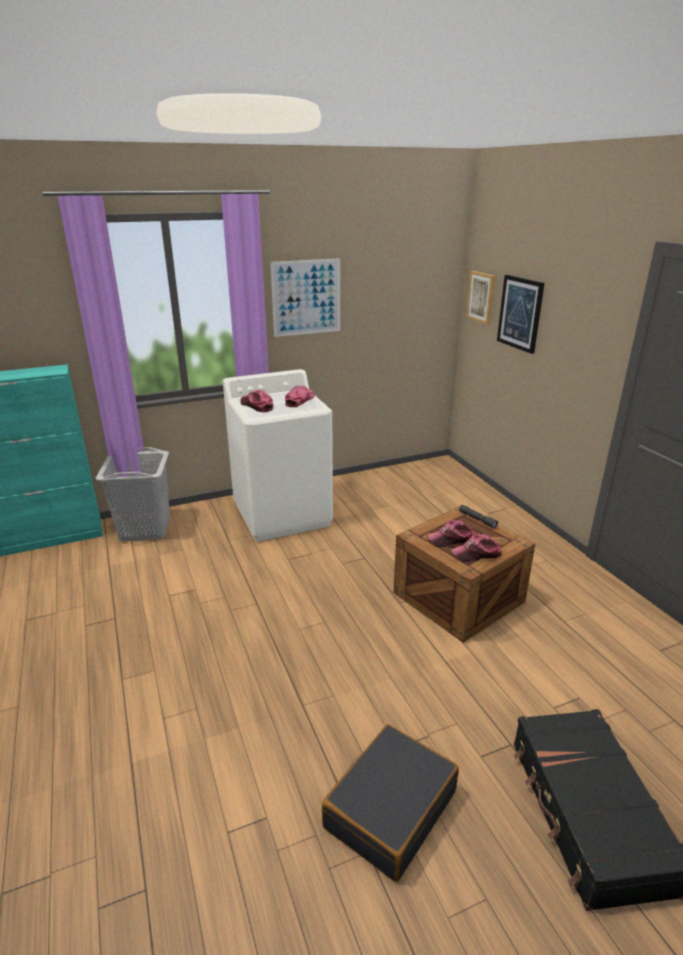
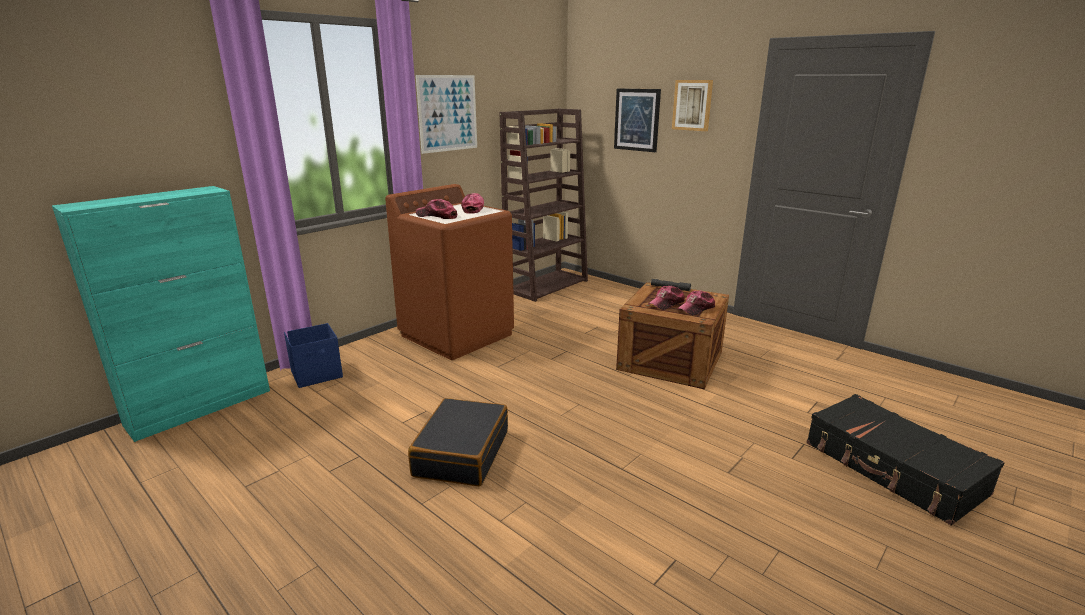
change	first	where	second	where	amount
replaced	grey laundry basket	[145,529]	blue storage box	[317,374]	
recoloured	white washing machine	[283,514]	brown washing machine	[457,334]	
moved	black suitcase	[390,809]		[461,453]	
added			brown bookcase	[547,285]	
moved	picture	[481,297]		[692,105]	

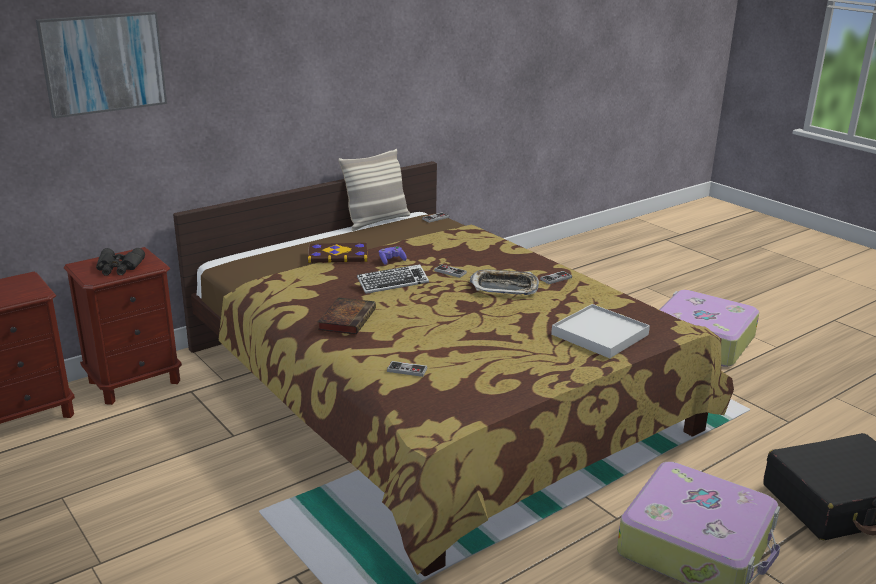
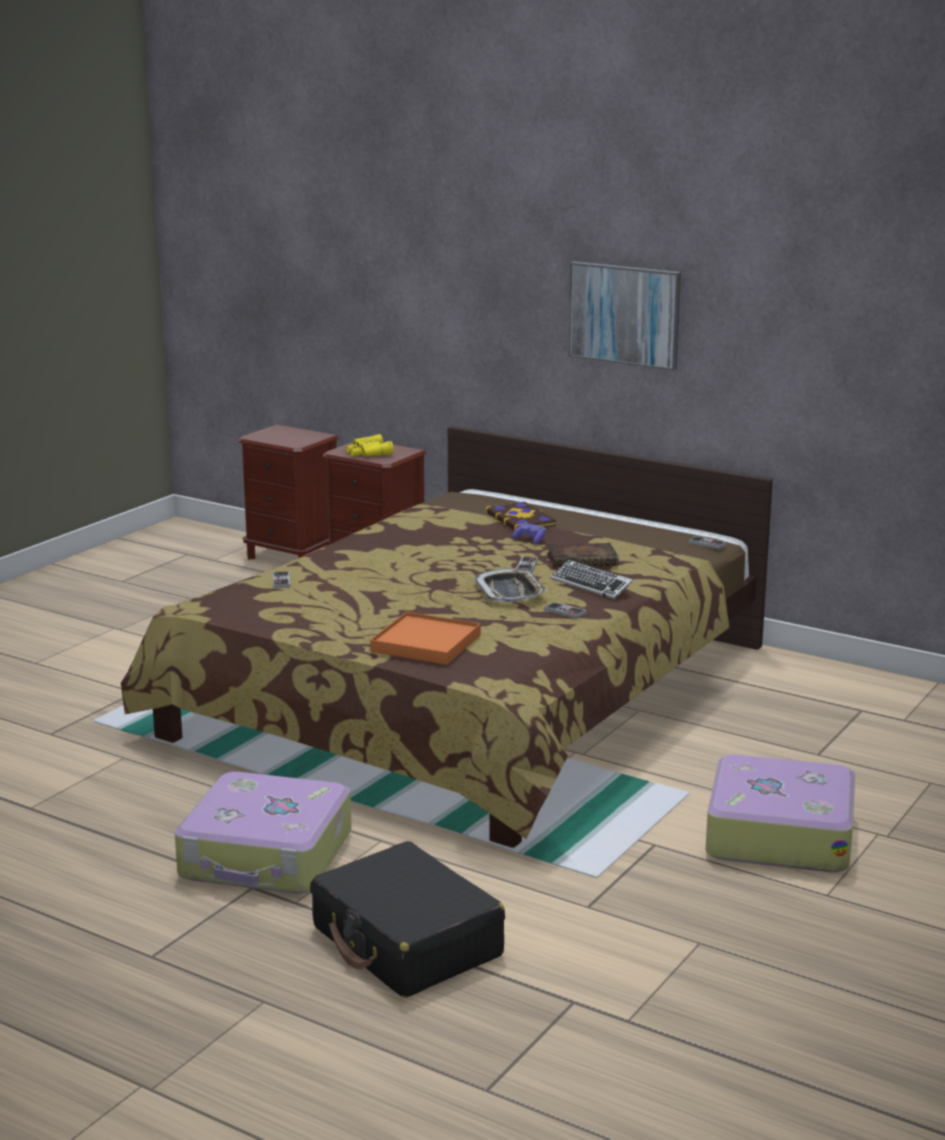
change	first	where	second	where	amount
recoloured	black binoculars	[119,268]	yellow binoculars	[368,453]	
recoloured	white tray	[600,335]	orange tray	[425,643]	
moved	book	[347,319]		[583,560]	
moved	keyboard	[393,283]		[591,585]	
moved	picture	[103,63]		[625,314]	
removed	pillow	[376,221]			

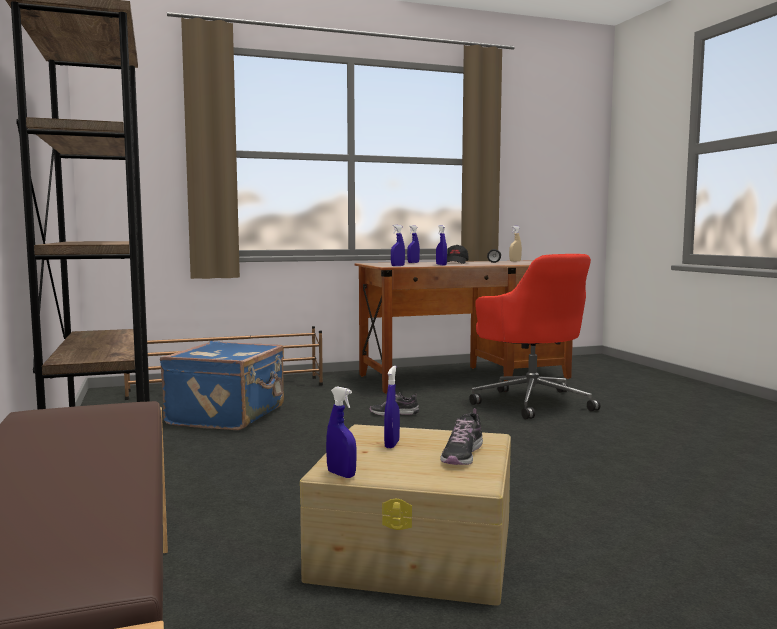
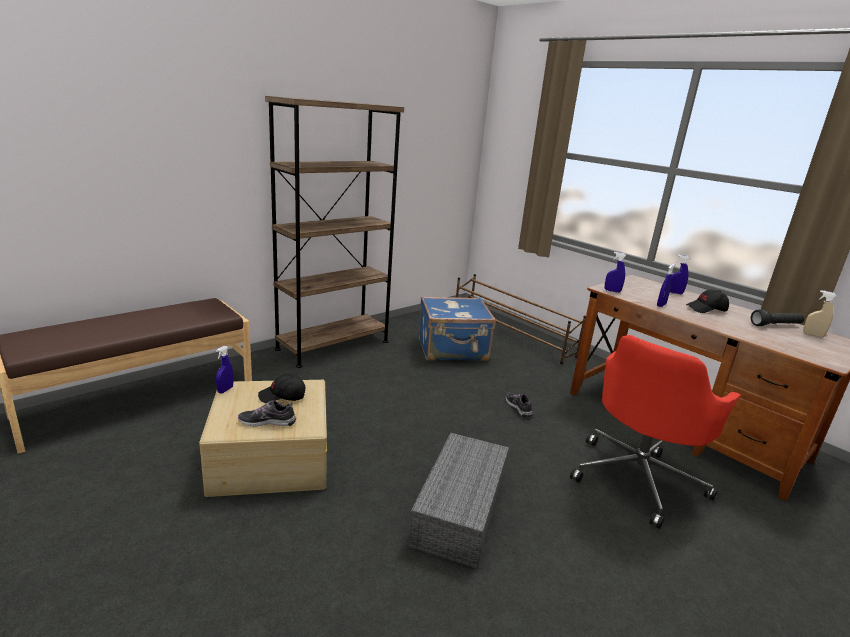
change	first	where	second	where	amount
replaced	blue spray bottle	[392,444]	black cap	[282,396]	
added			grey storage box	[461,512]	

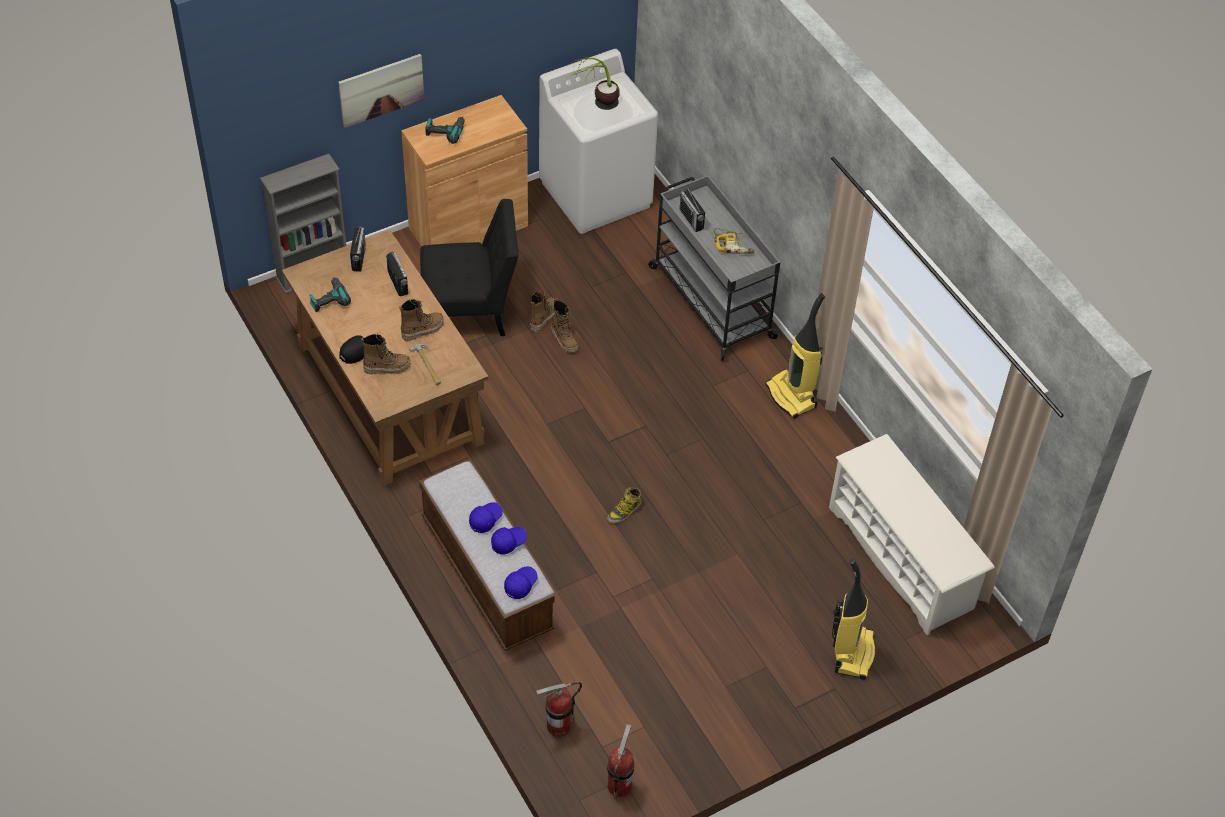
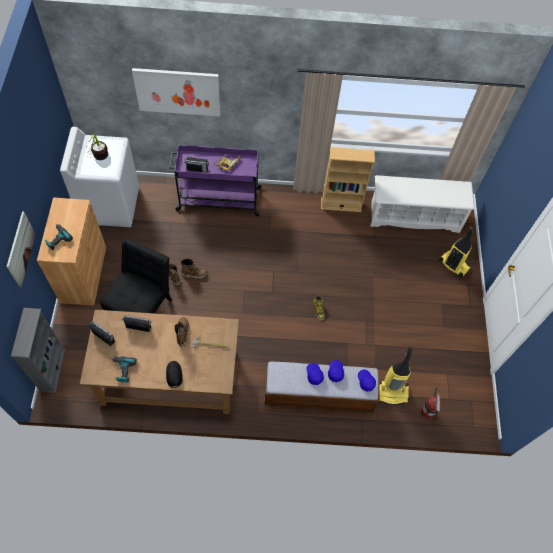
change	first	where	second	where	amount
added			picture	[177,91]	
recoloured	grey cart	[710,301]	purple cart	[217,199]	
added			beige bookcase	[341,205]	
moved	vacuum cleaner	[792,396]		[391,392]	
removed	boot	[387,367]			
removed	fire extinguisher	[619,785]			

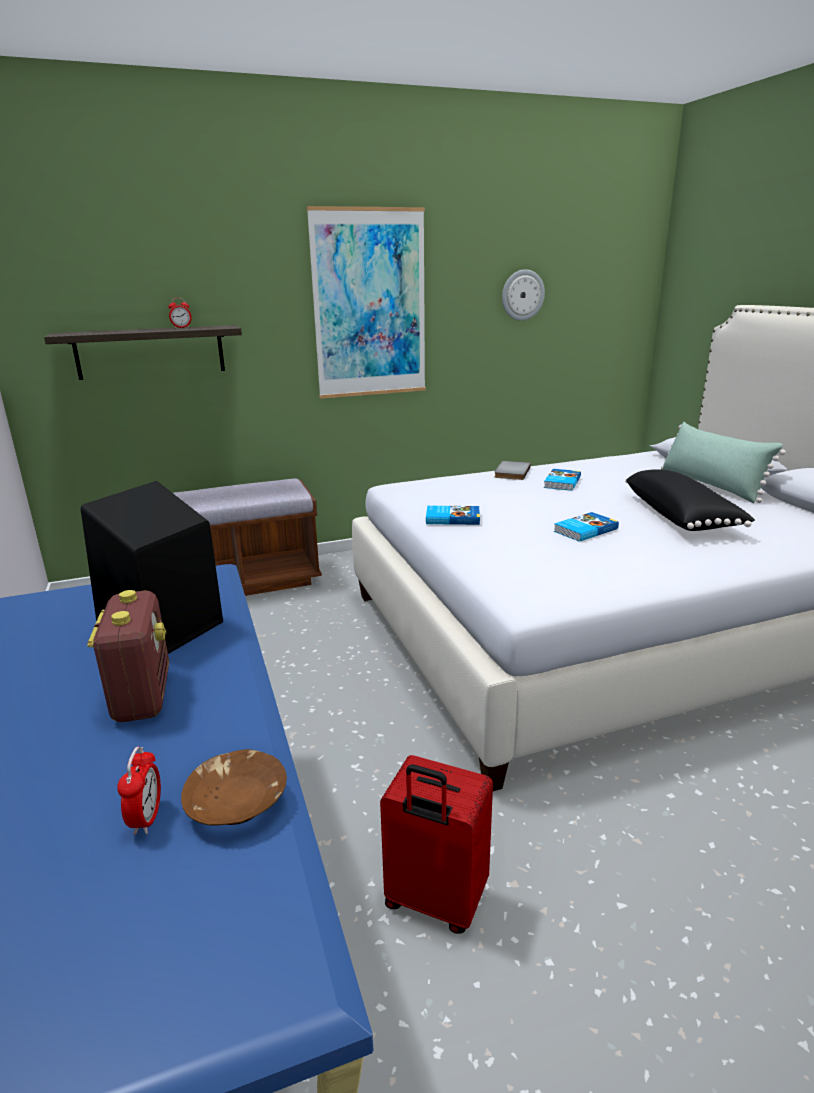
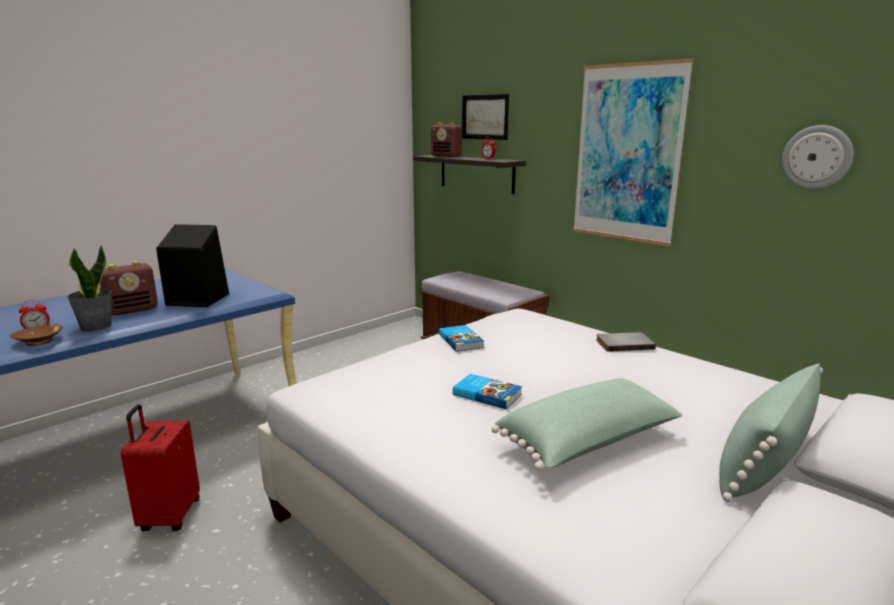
change	first	where	second	where	amount
added			potted plant	[95,326]	
added			radio	[446,156]	
added			picture	[485,117]	
recoloured	black pillow	[681,517]	green pillow	[589,443]	
removed	book	[561,482]			

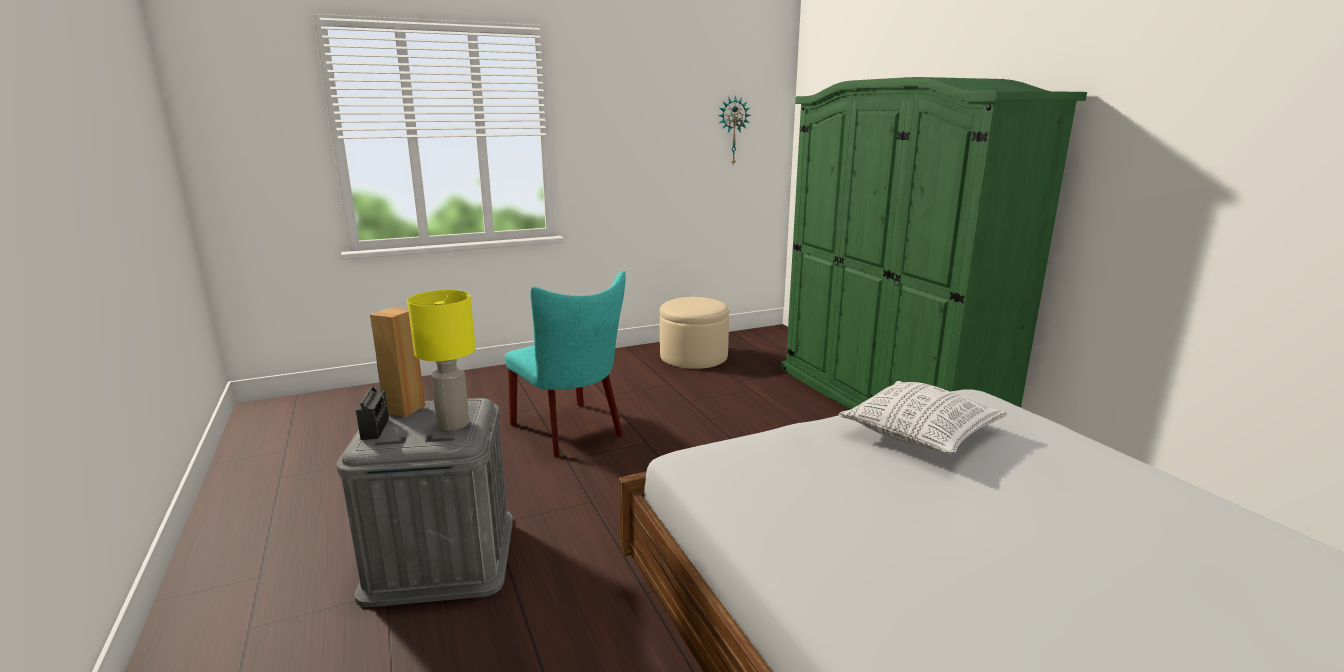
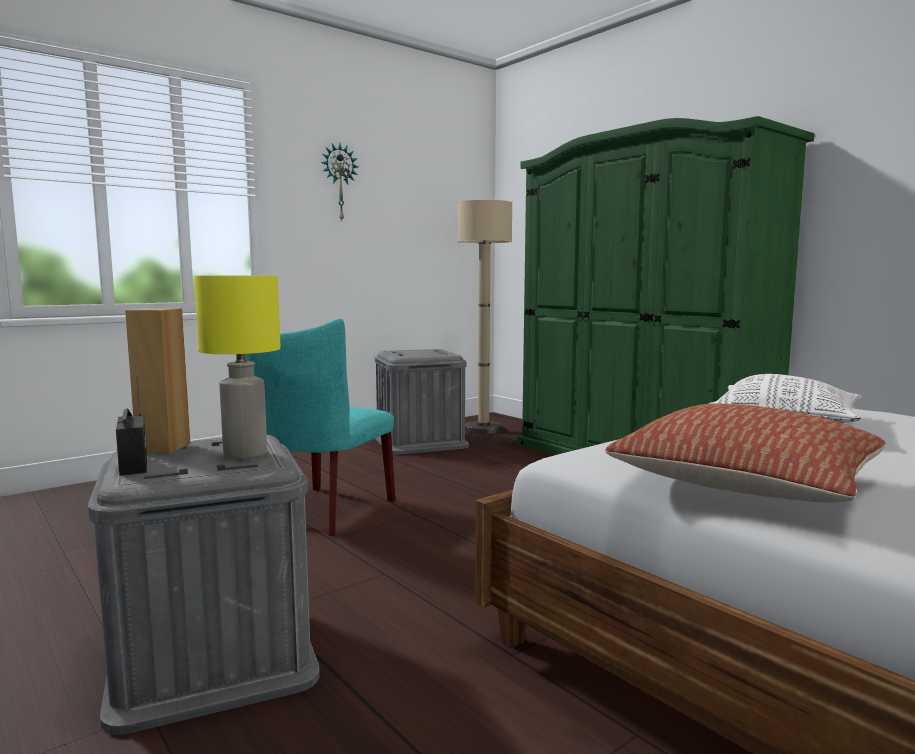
change	first	where	second	where	amount
turned	turquoise chair	[571,432]		[320,513]	75 degrees clockwise
moved	wall clock	[732,131]		[339,182]	
replaced	beige ottoman	[693,356]	grey storage box	[420,441]	
added			beige floor lamp	[483,429]	
added			pillow	[746,484]	

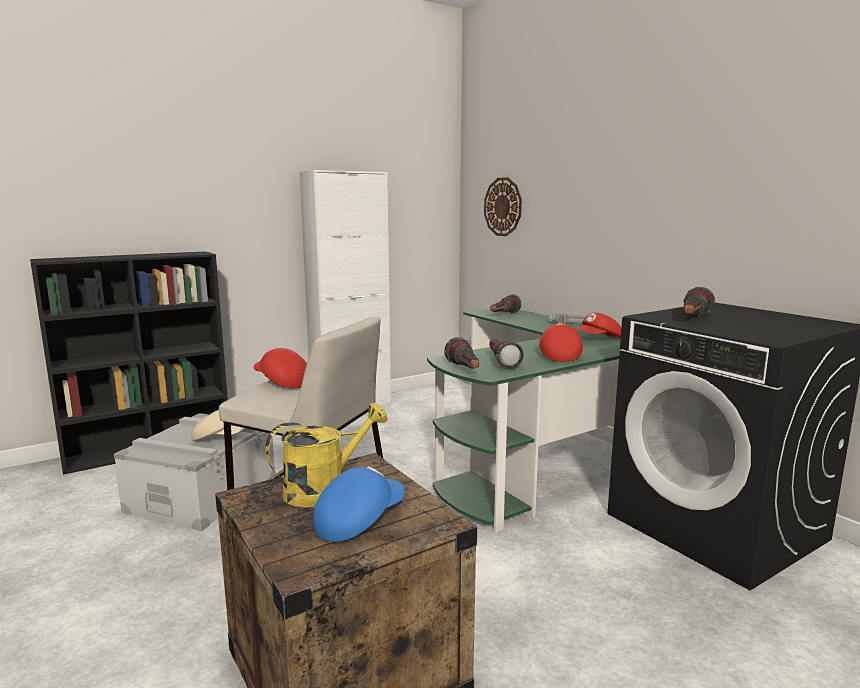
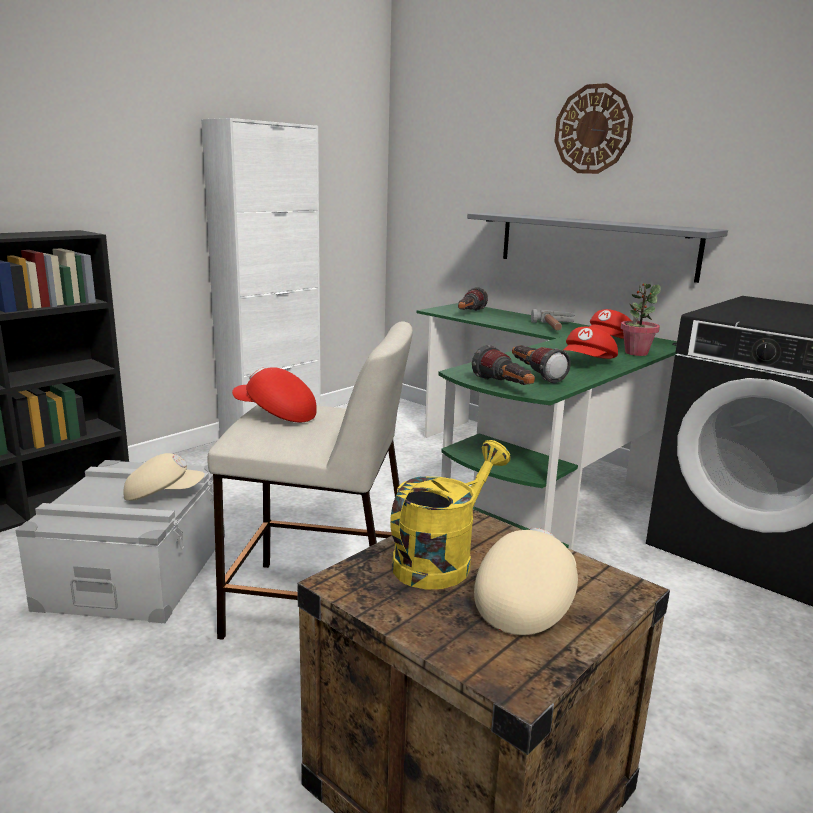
change	first	where	second	where	amount
added			grey shelf	[594,245]	
recoloured	blue cap	[358,521]	beige cap	[525,600]	
moved	wall clock	[503,207]		[593,129]	
turned	red cap	[559,355]		[588,362]	135 degrees counterclockwise
added			potted plant	[636,353]	
removed	flashlight	[692,320]			

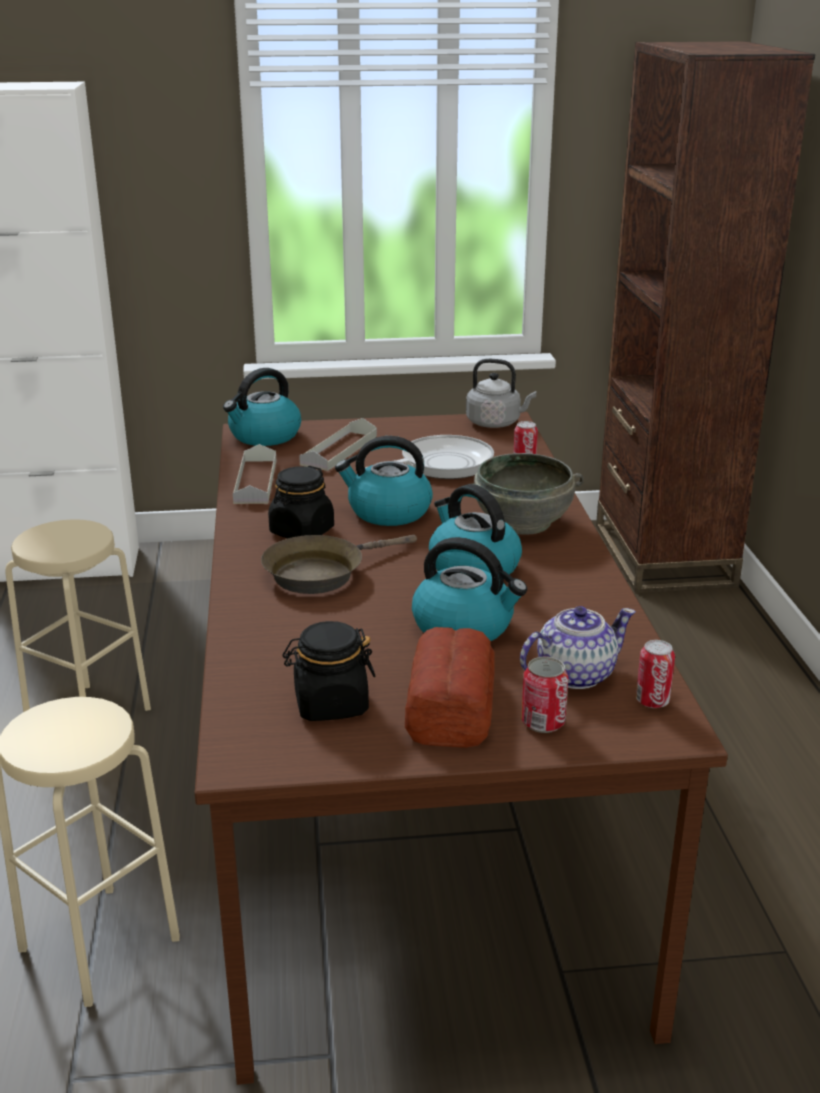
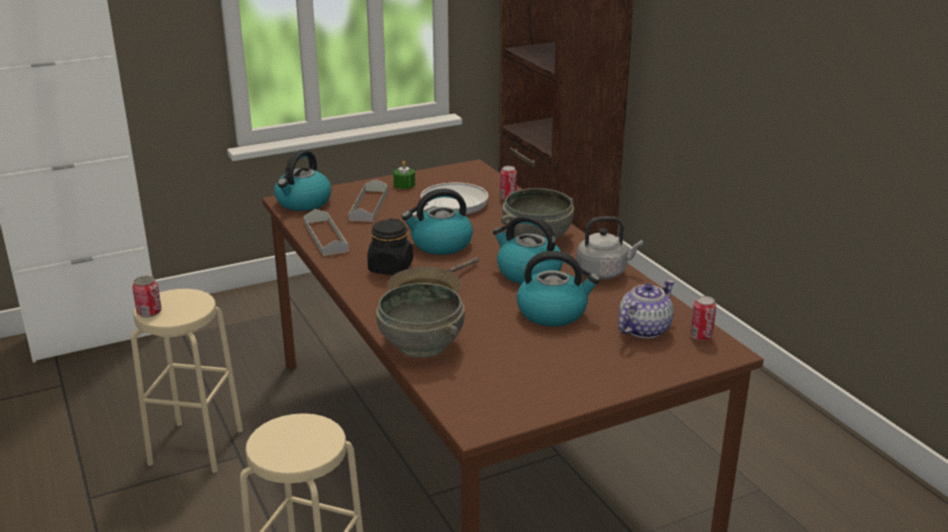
change	first	where	second	where	amount
moved	can	[543,722]		[149,312]	
added			grey bowl	[422,344]	
added			green candle	[404,184]	
moved	grey kettle	[496,423]		[604,272]	
removed	black jar	[330,704]			
removed	bread	[449,705]			

